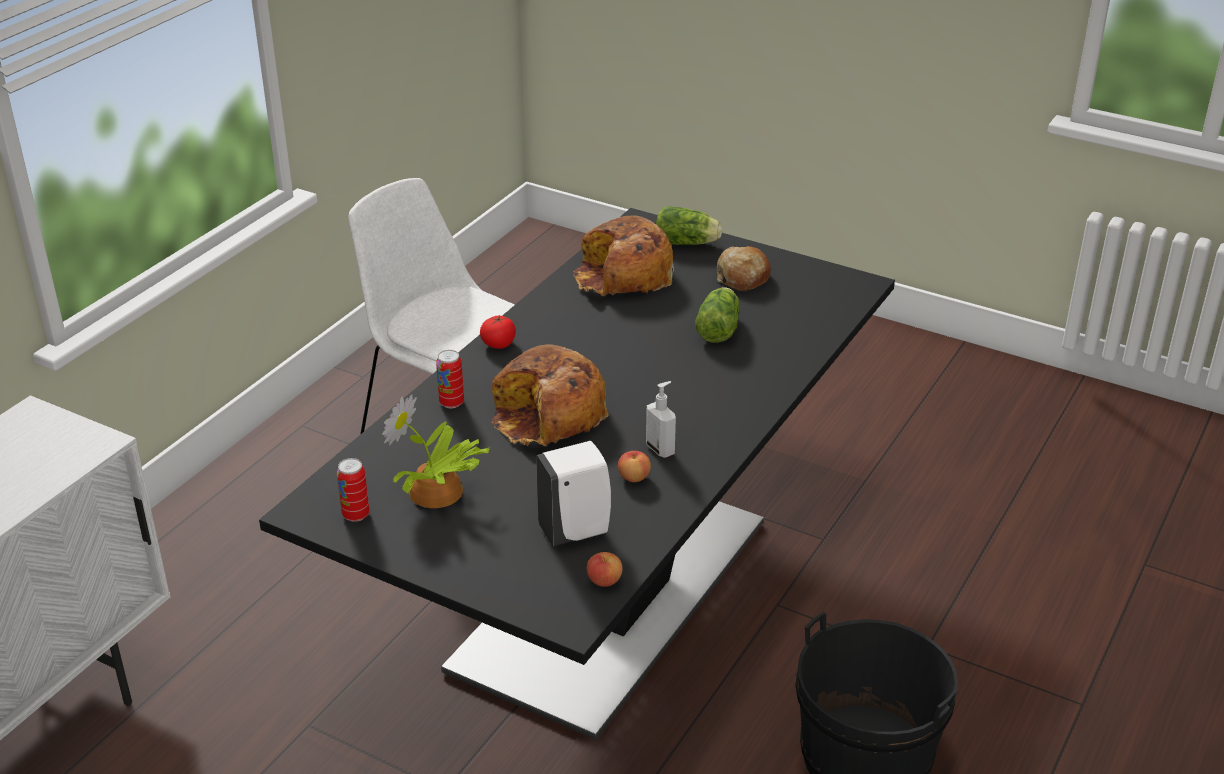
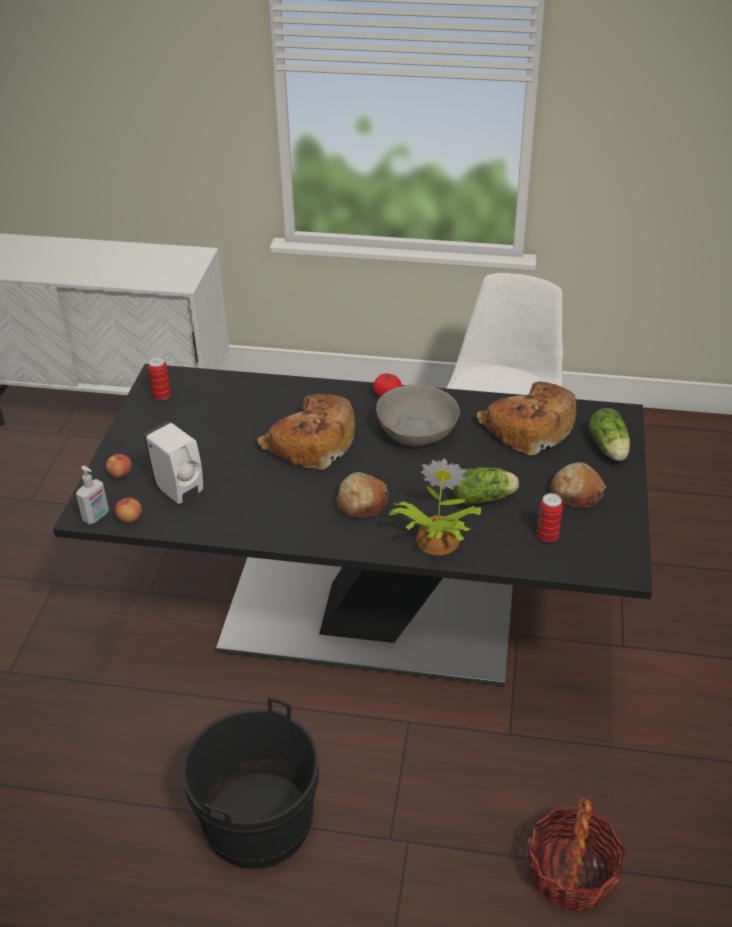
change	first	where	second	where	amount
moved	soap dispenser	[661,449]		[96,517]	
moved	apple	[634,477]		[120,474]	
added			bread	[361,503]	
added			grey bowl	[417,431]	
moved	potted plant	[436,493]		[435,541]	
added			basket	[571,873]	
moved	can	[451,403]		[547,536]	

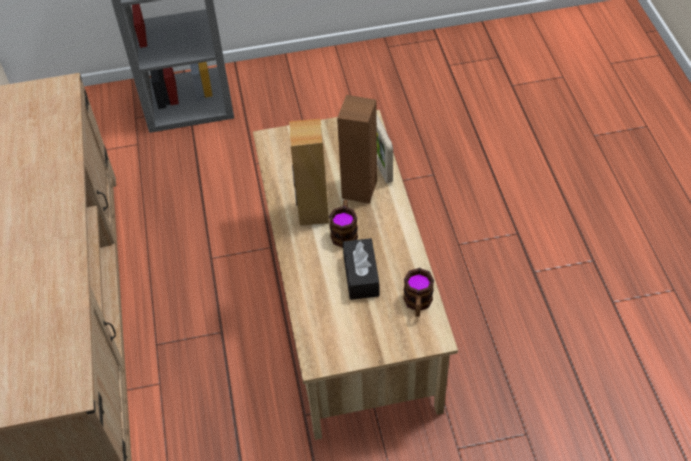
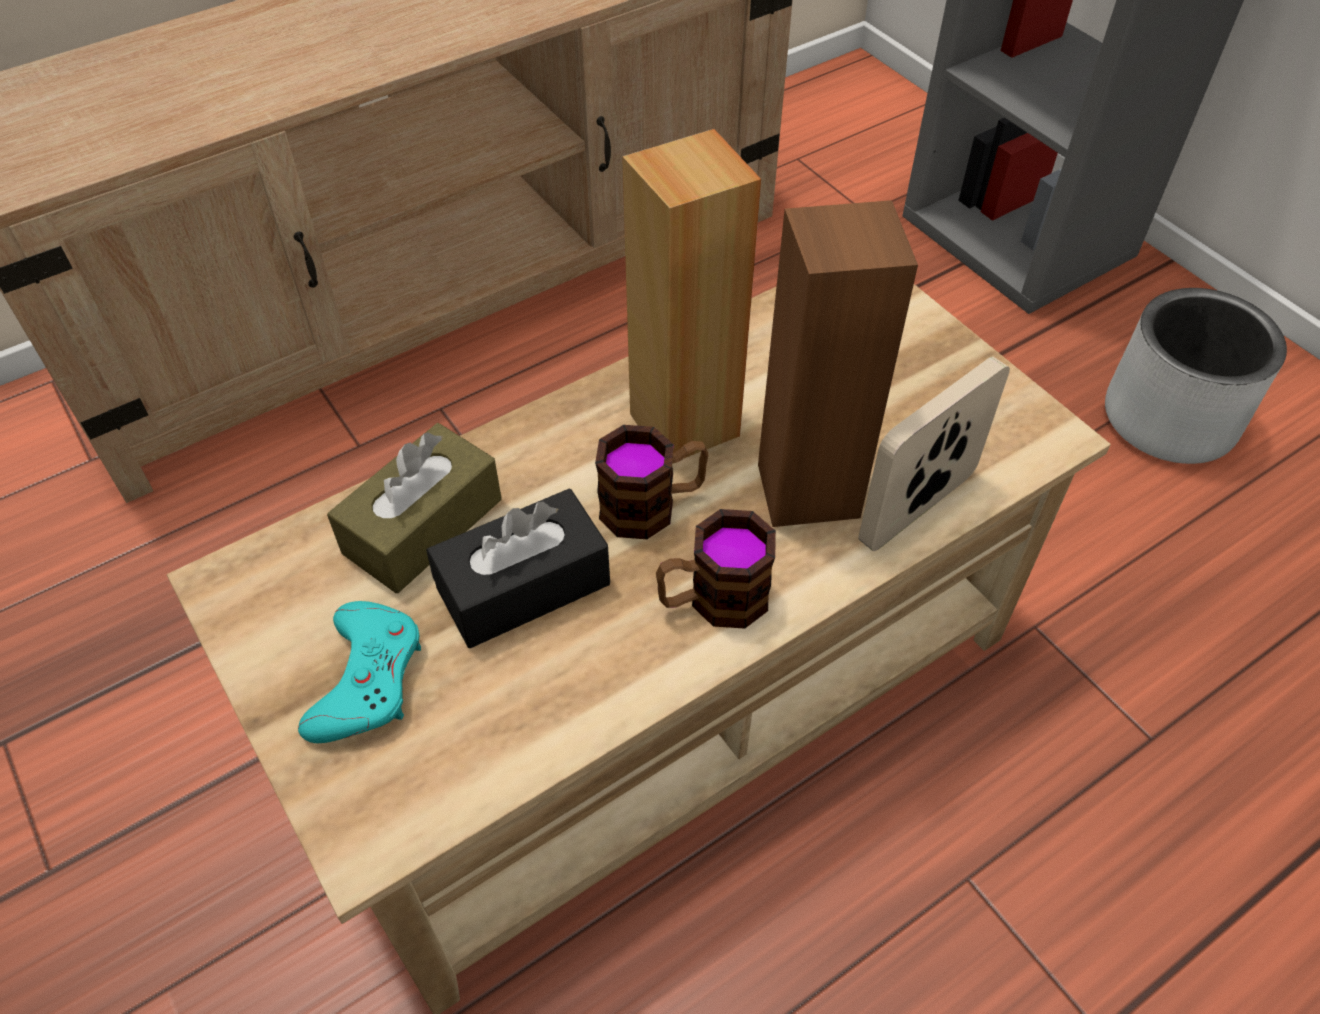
change	first	where	second	where	amount
added			turquoise game controller	[367,679]	
added			brown tissue box	[423,526]	
moved	mug	[417,304]		[713,600]	
added			grey planter	[1168,418]	

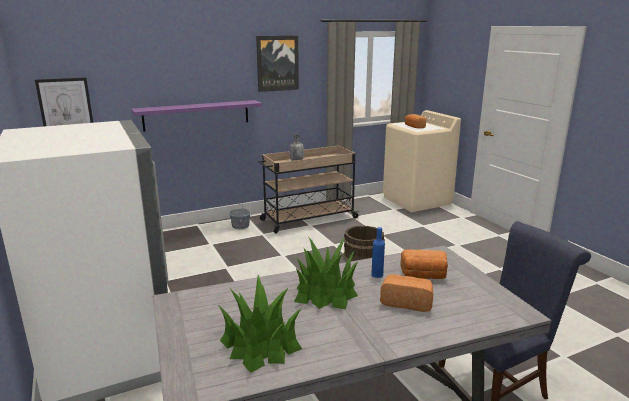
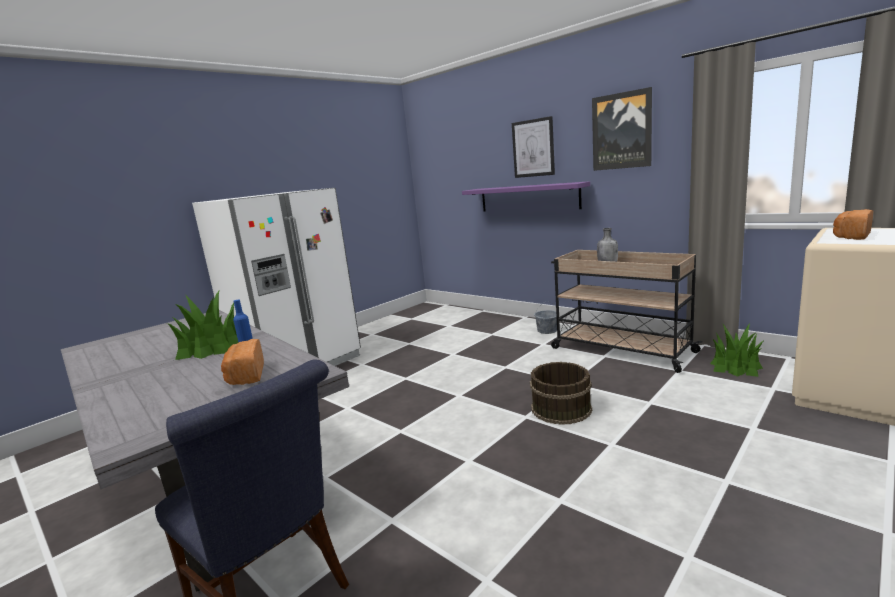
change	first	where	second	where	amount
moved	picture	[65,105]		[533,148]	
moved	potted plant	[261,344]		[736,366]	
removed	bread	[406,302]			

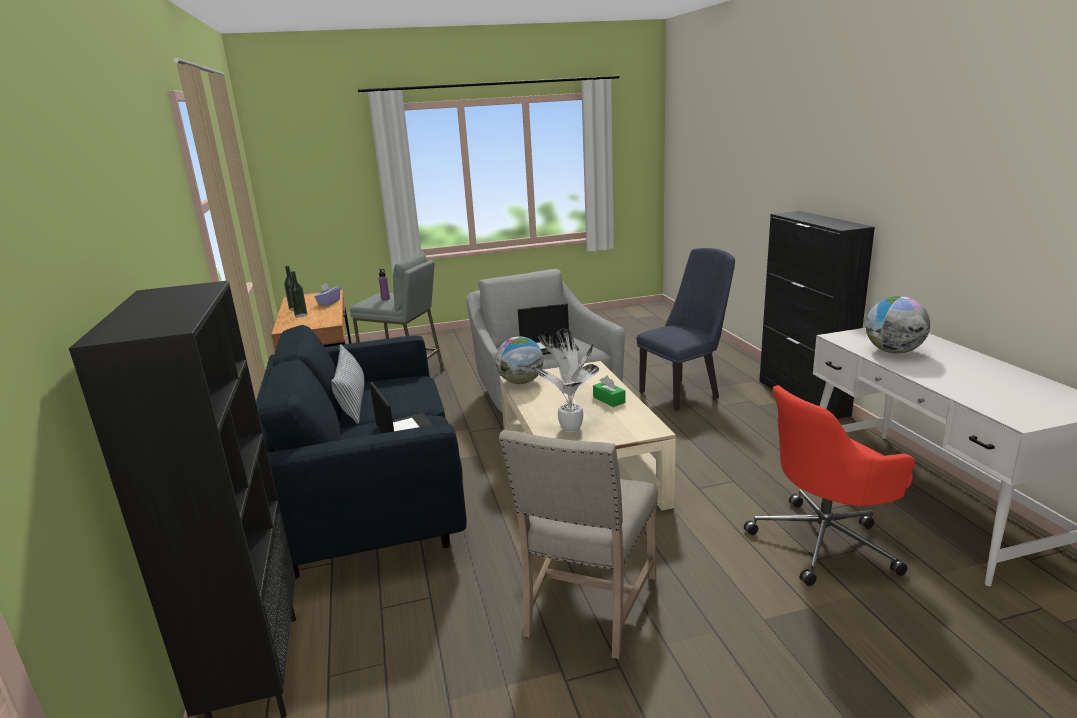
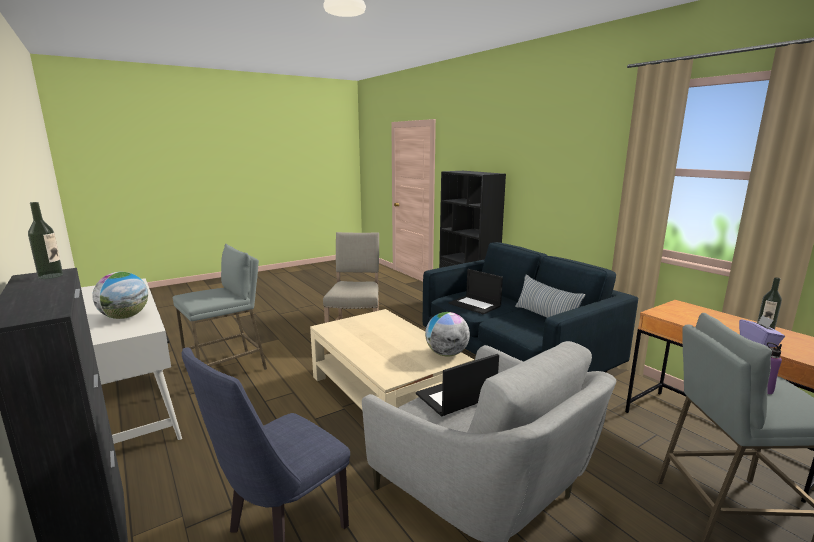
change	first	where	second	where	amount
moved	bottle	[301,315]		[50,276]	
replaced	red office chair	[825,542]	grey stool	[227,370]	
removed	potted plant	[569,429]			
removed	green tissue box	[609,400]			

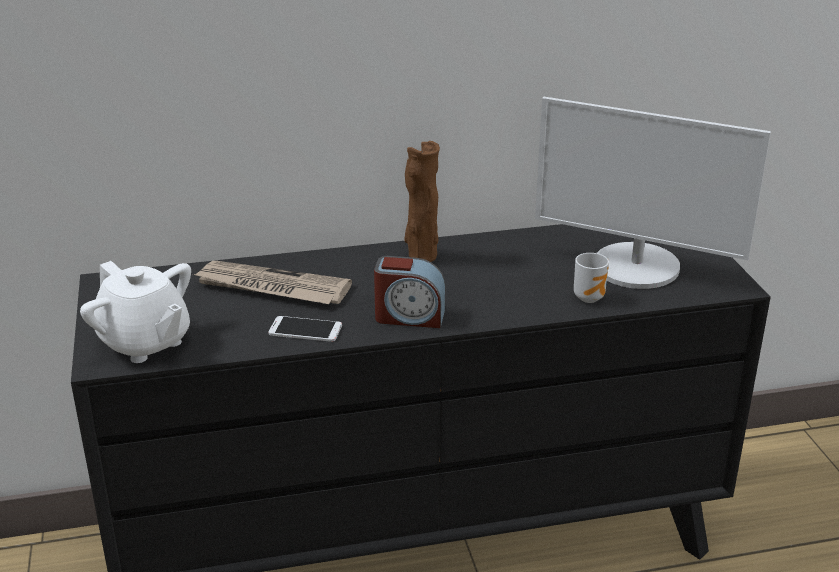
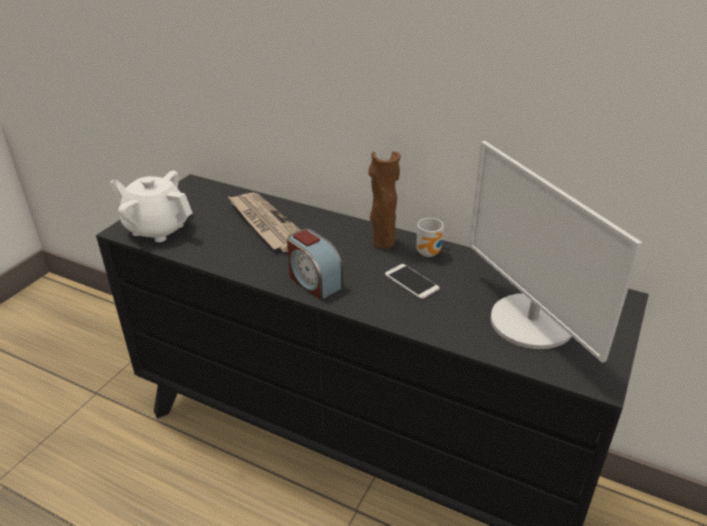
change	first	where	second	where	amount
turned	white teapot	[145,343]		[157,228]	120 degrees clockwise
moved	phone	[305,330]		[411,281]	
moved	mug	[590,297]		[430,253]	

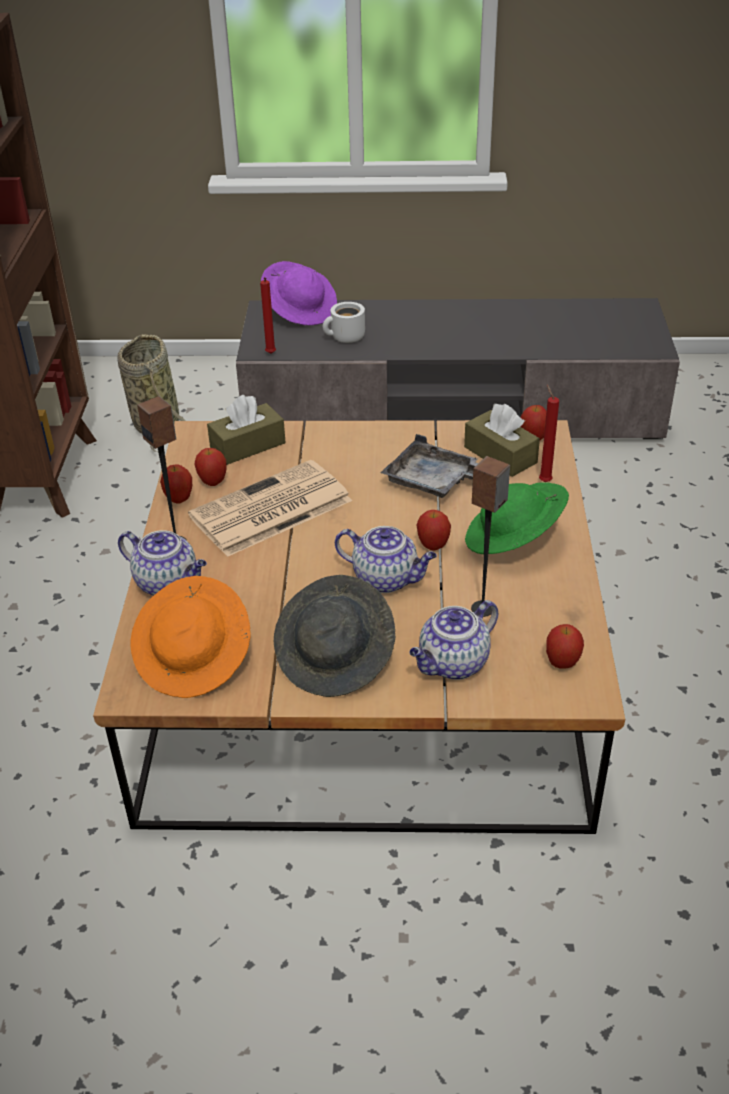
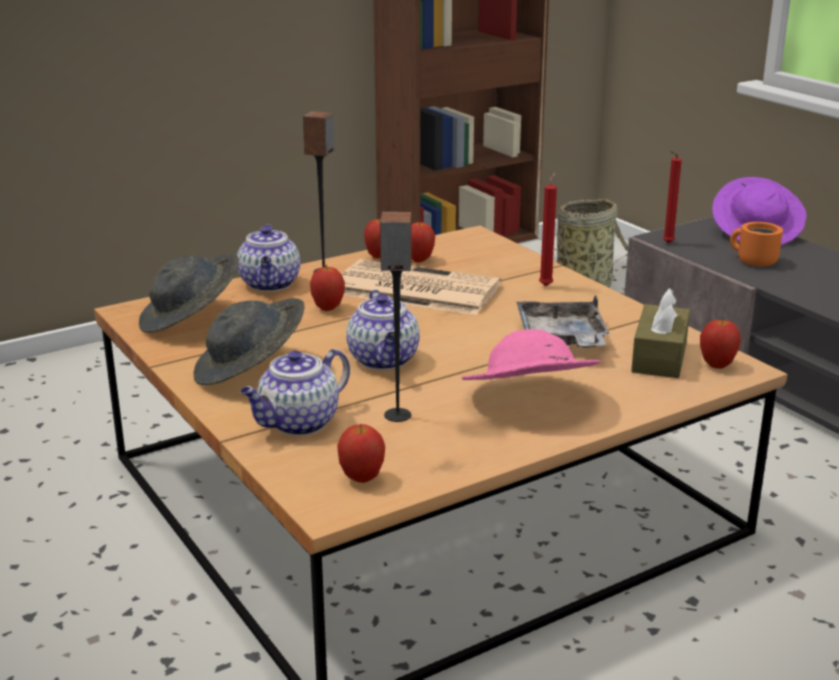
change	first	where	second	where	amount
recoloured	orange hat	[194,658]	grey hat	[191,320]	
turned	teapot	[453,664]		[298,424]	60 degrees counterclockwise
moved	apple	[433,546]		[328,308]	
recoloured	green hat	[513,540]	pink hat	[528,401]	
moved	red candle	[544,480]		[546,285]	
recoloured	white mug	[345,338]	orange mug	[753,261]	
removed	brown tissue box	[248,445]			

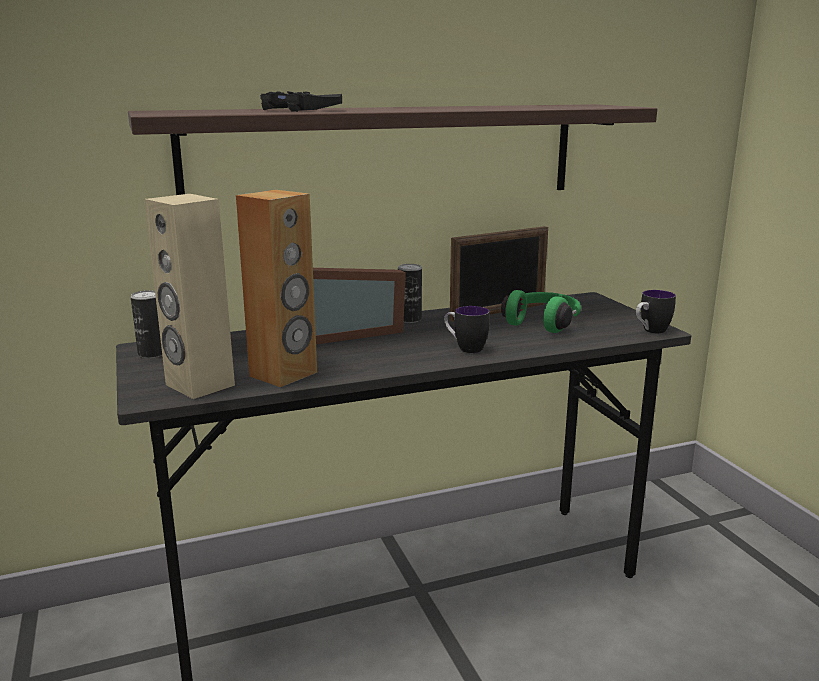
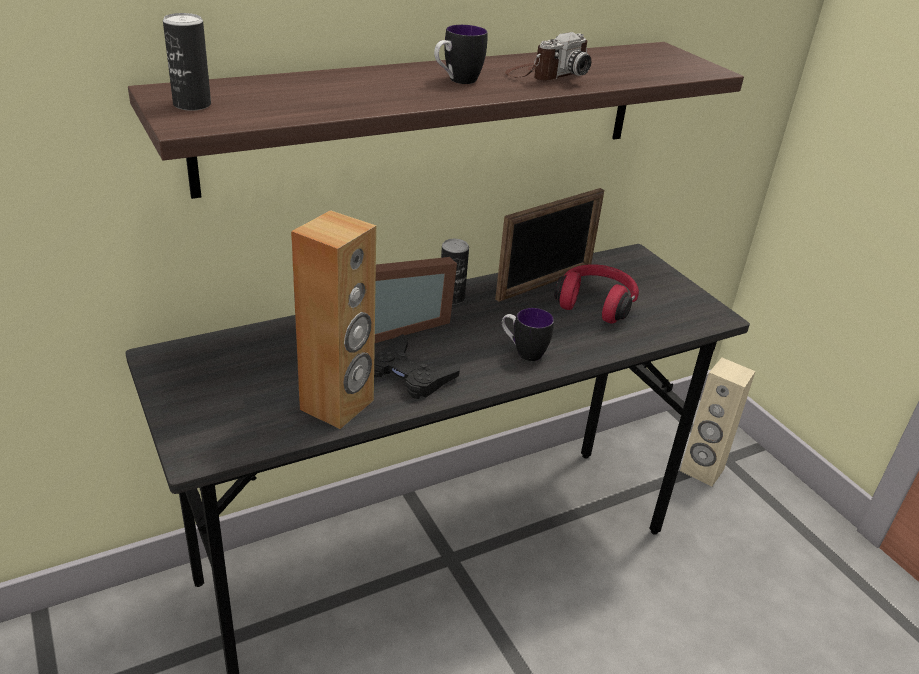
change	first	where	second	where	amount
moved	can	[152,353]		[192,104]	
moved	black game controller	[298,110]		[411,374]	
moved	mug	[650,331]		[456,81]	
added			photo camera	[546,74]	
recoloured	green headphones	[543,323]	red headphones	[596,304]	
moved	beige speaker	[199,385]		[701,470]	

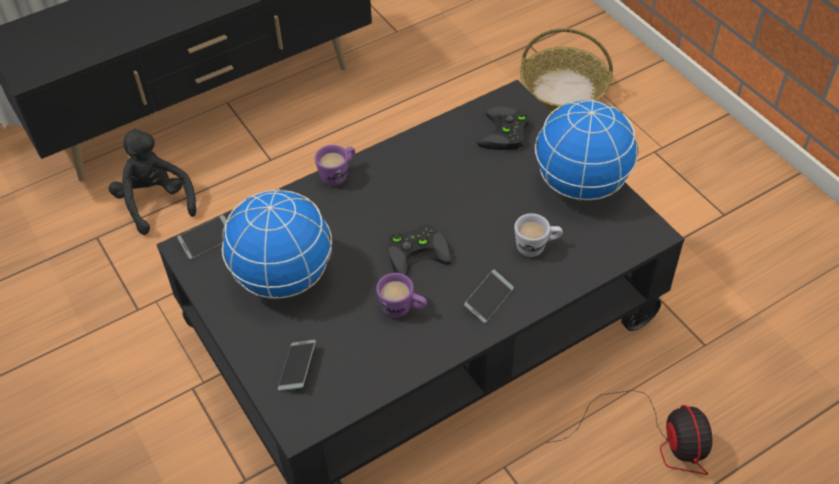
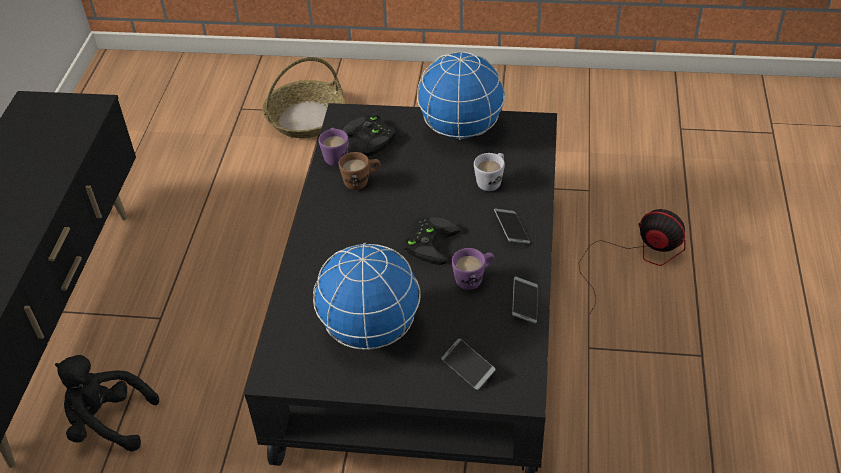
change	first	where	second	where	amount
moved	purple mug	[338,175]		[335,156]	
added			brown mug	[361,182]	
moved	phone	[207,240]		[524,303]	

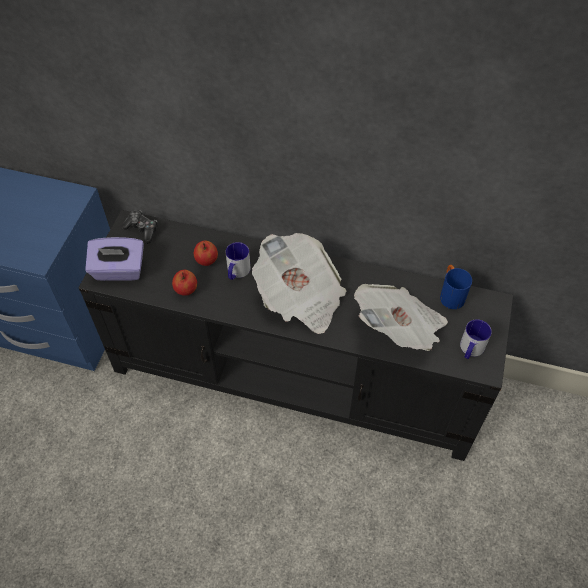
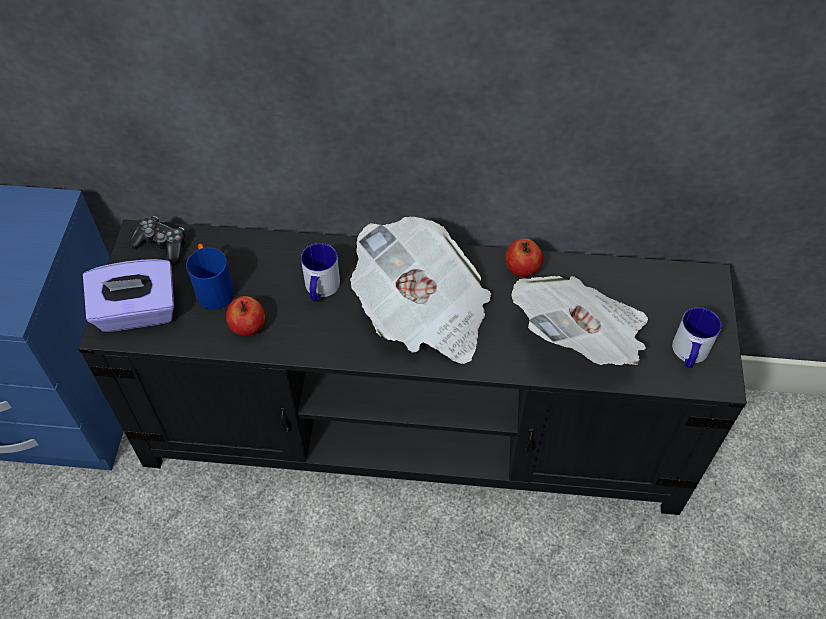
change	first	where	second	where	amount
moved	blue mug	[450,295]		[213,288]	
moved	apple	[206,261]		[522,269]	

